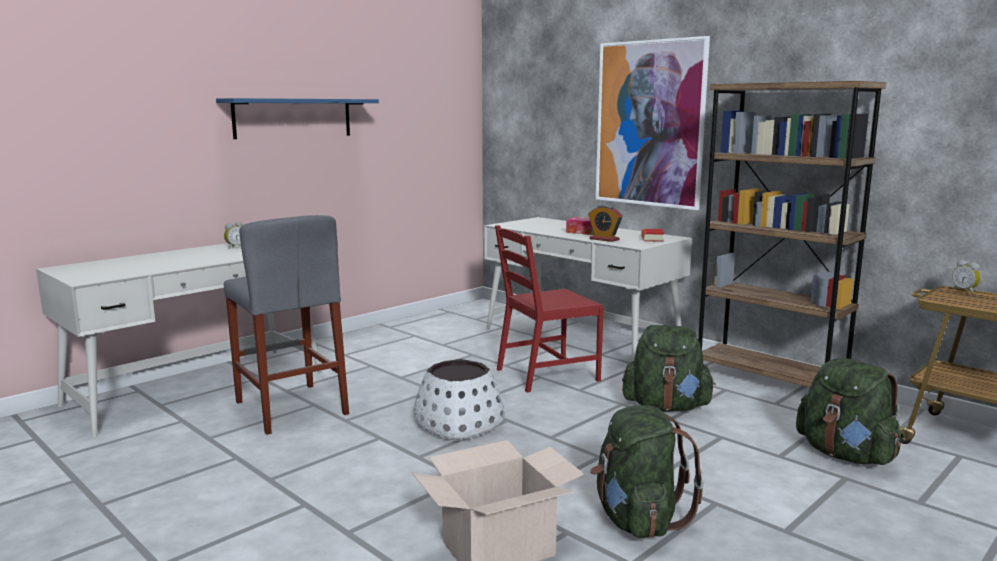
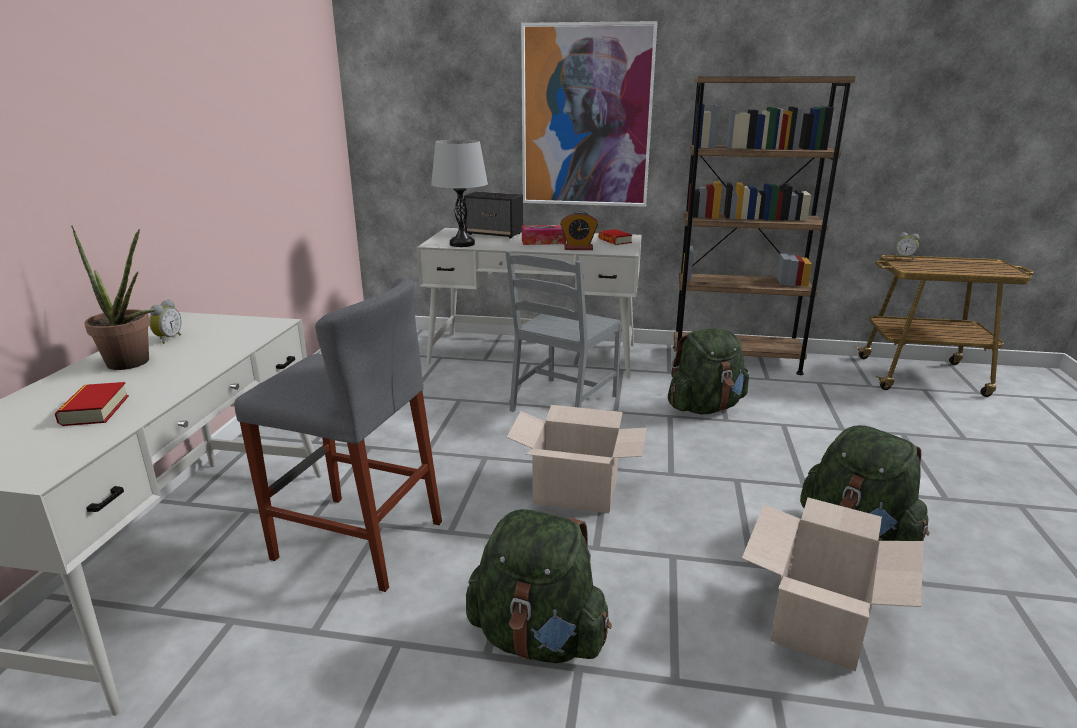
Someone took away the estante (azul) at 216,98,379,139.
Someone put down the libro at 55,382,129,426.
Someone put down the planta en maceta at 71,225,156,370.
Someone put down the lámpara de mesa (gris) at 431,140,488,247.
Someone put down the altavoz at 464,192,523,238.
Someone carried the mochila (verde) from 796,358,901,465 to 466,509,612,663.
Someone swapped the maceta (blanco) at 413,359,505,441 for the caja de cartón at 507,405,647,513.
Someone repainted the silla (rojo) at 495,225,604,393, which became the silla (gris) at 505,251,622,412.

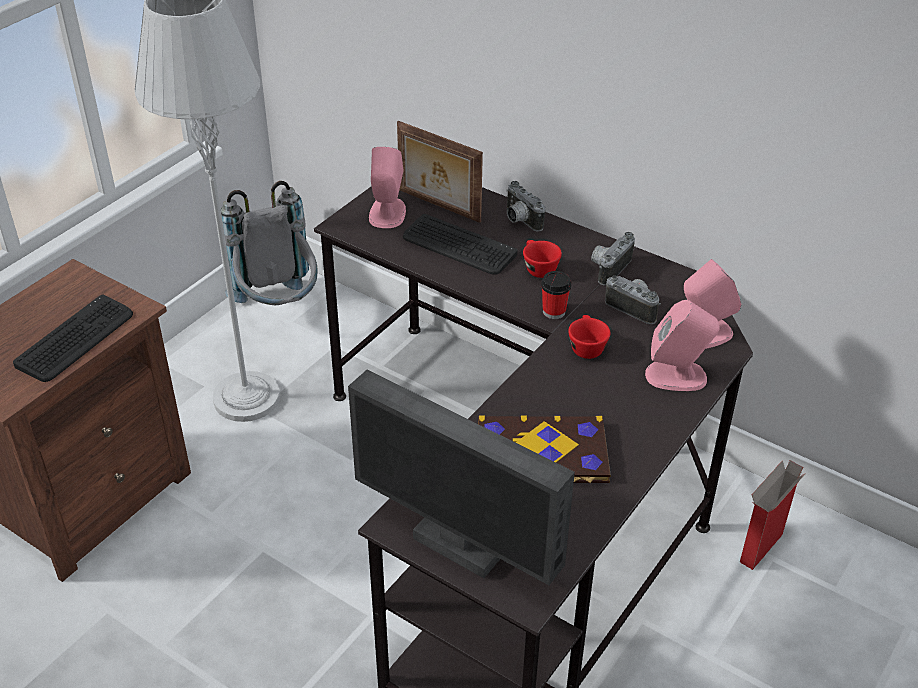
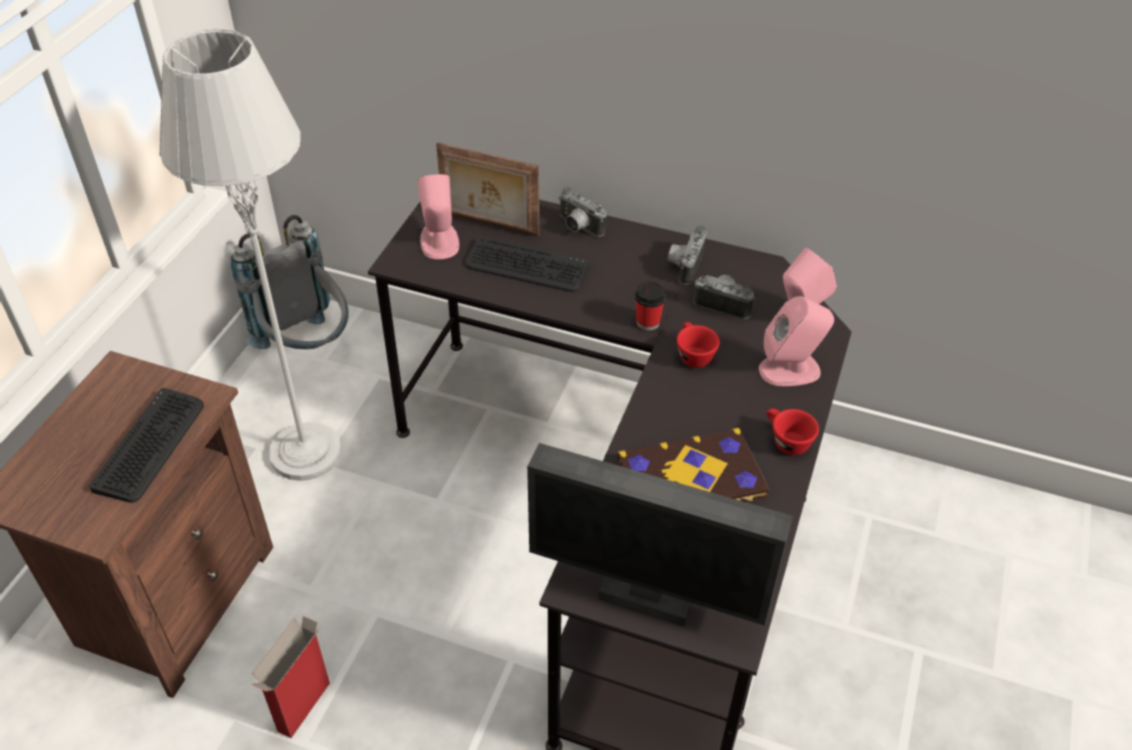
Someone carried the taza (rojo) from 523,240,562,278 to 766,408,819,455.
Someone carried the caja de cartón from 740,460,806,570 to 252,616,330,738.

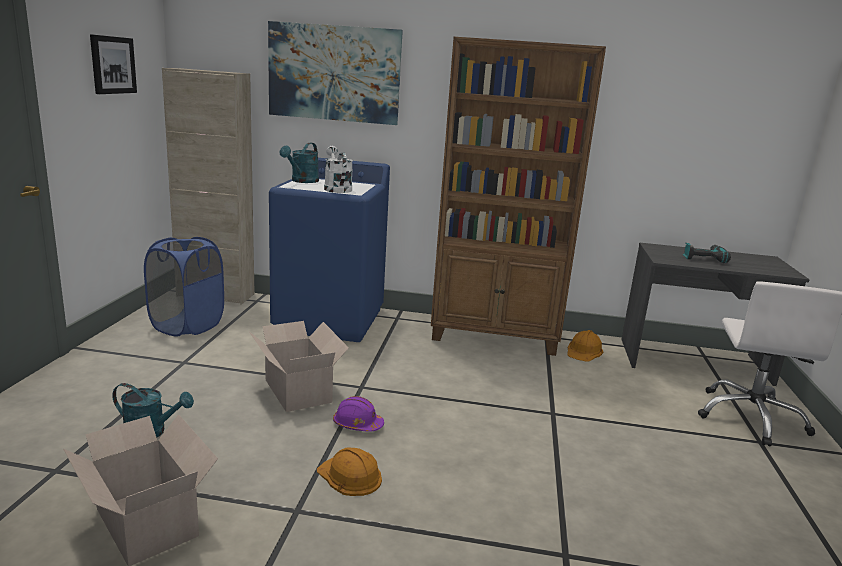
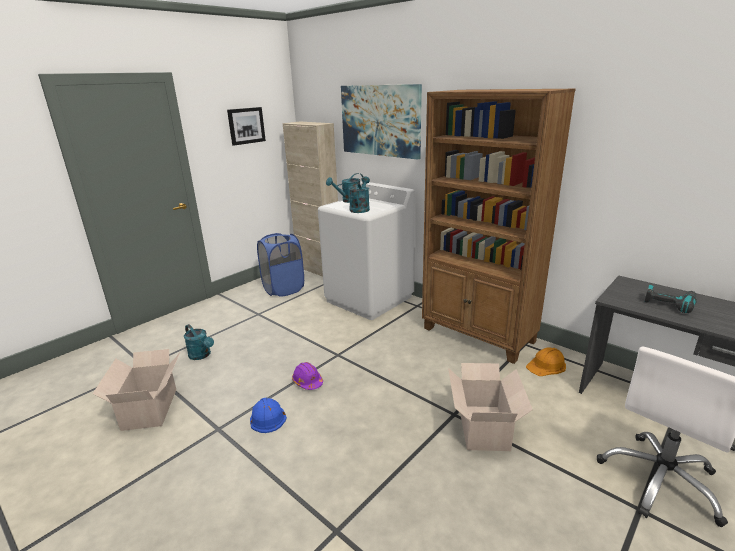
Someone carried the caja de cartón from 250,321,349,412 to 448,363,533,451.
Someone repainted the lavadora (azul) at 269,158,390,342, which became the lavadora (blanco) at 318,182,415,320.
Someone repainted the casco (naranja) at 317,447,382,496, which became the casco (azul) at 250,398,287,433.
Someone repainted the regadera (blanco) at 324,146,353,193, which became the regadera (turquesa) at 349,176,370,213.

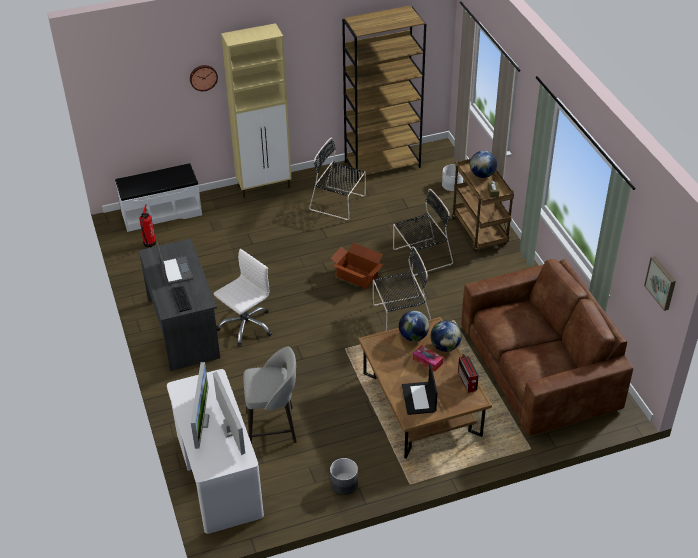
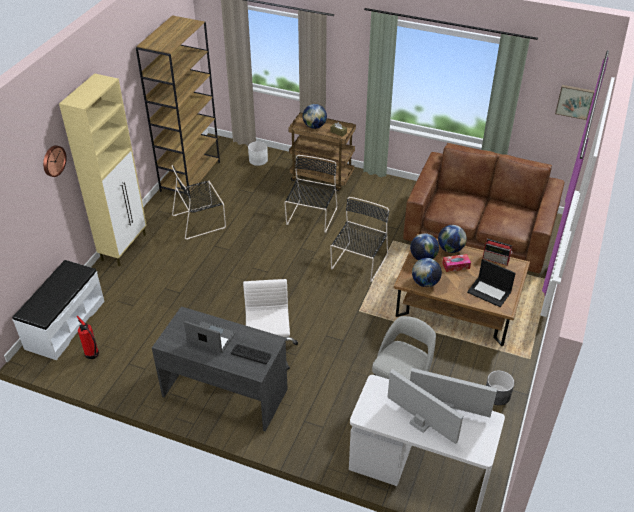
Someone took away the caja de cartón at 330,243,384,289.
Someone put down the globo terráqueo at 412,258,442,287.

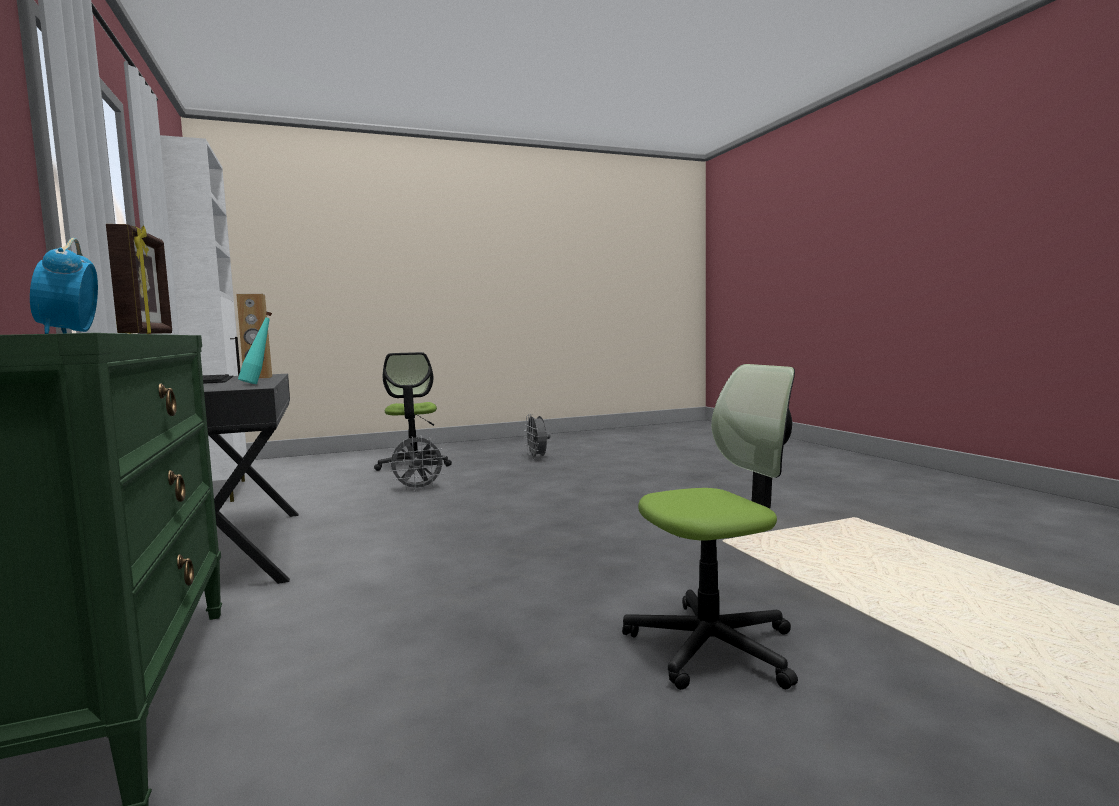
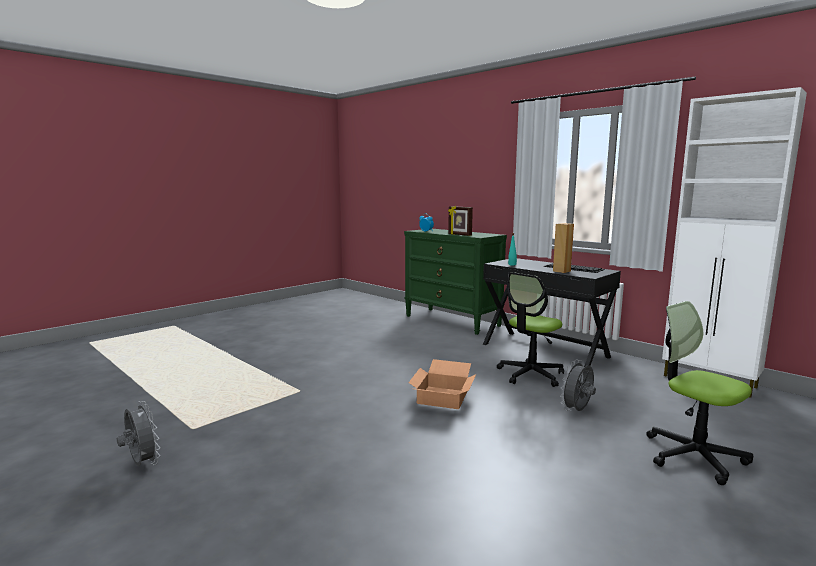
Someone put down the caja de cartón at 409,359,476,409.
Someone carried the ventilador (gris) from 524,414,550,460 to 117,401,160,466.
Someone carried the silla de oficina from 622,364,798,690 to 497,272,564,387.

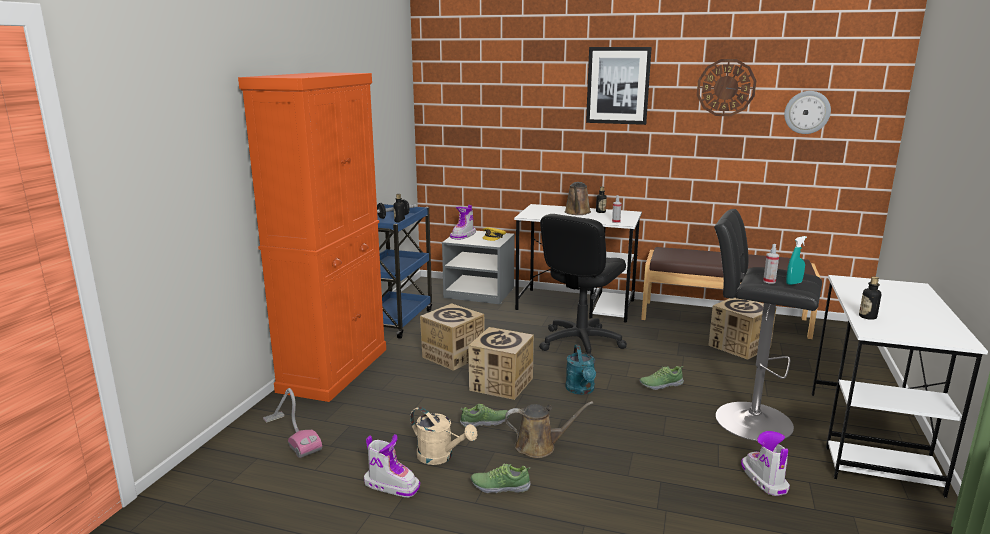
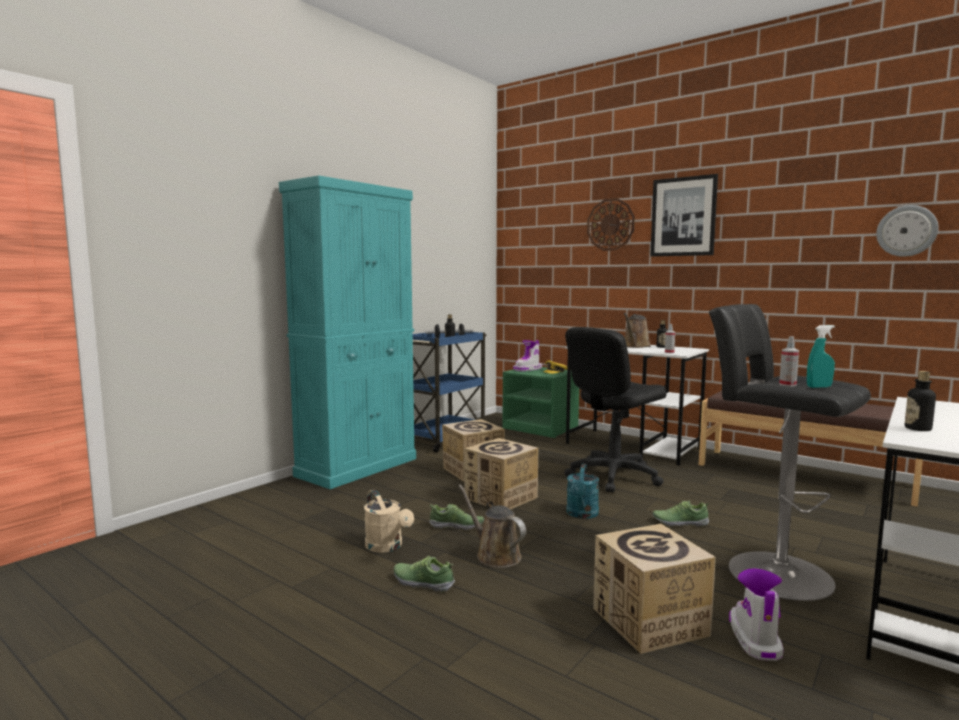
Someone took away the aspiradora at 263,388,322,458.
Someone took away the bota at 364,434,420,497.
Someone carried the reloj de pared from 697,59,756,116 to 587,198,635,251.
Someone carried the caja de cartón from 708,298,777,360 to 593,524,716,654.
Someone repainted the armario (naranja) at 238,72,386,402, which became the armario (turquesa) at 279,175,416,489.
Someone repainted the mesita de noche (gris) at 442,231,515,304, which became the mesita de noche (verde) at 502,367,579,438.
Someone rotated the regadera (marrón) at 505,401,593,458 by 150 degrees counterclockwise.

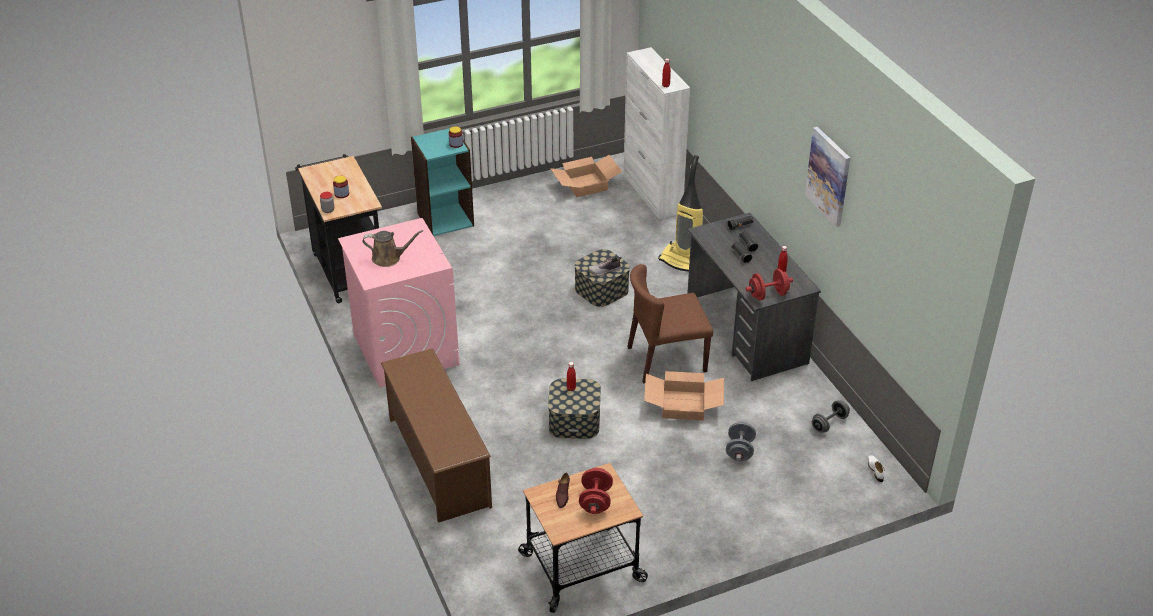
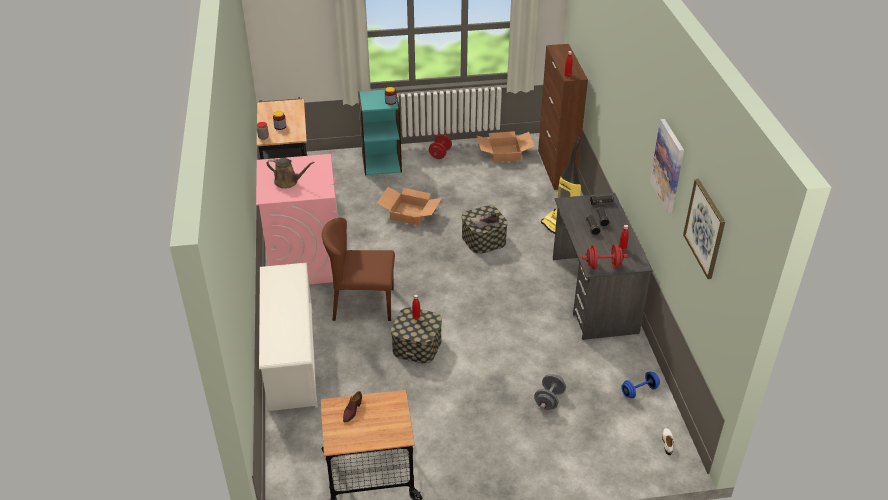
Someone put up the cuadro at 683,179,725,279.
Someone carried the mancuerna (rojo) from 579,468,613,514 to 429,134,452,159.
Someone carried the silla (marrón) from 628,264,713,384 to 322,218,395,321.
Someone carried the caja de cartón from 644,371,724,420 to 377,187,442,225.
Someone repainted the zapatero (marrón) at 381,348,492,523, which became the zapatero (blanco) at 259,263,318,411.
Someone repainted the armario (blanco) at 624,47,690,219, which became the armario (marrón) at 538,44,588,190.
Someone repainted the mancuerna (gris) at 812,400,850,433, which became the mancuerna (azul) at 621,372,660,398.

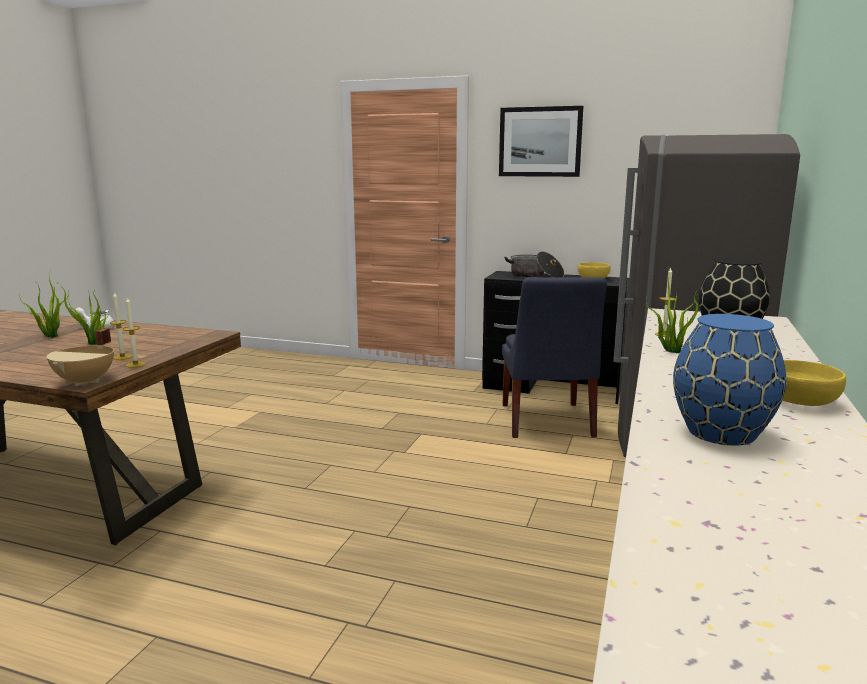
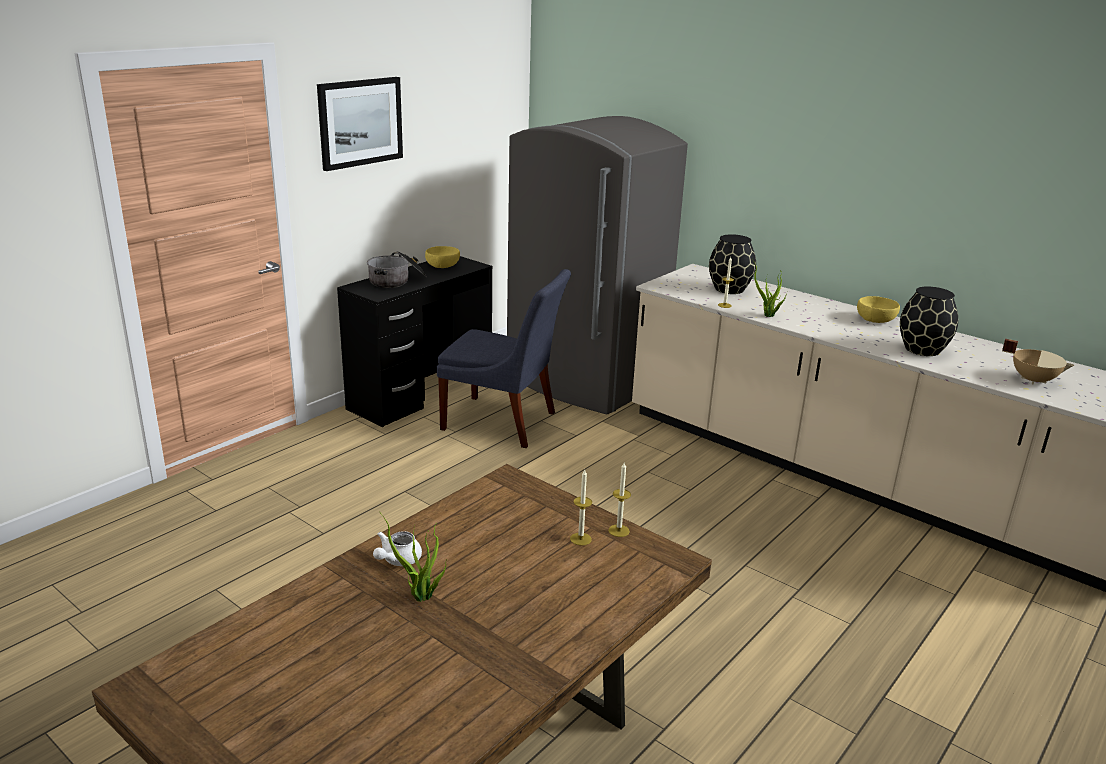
Someone took away the planta en maceta at 59,284,106,345.
Someone carried the olla (beis) from 47,328,114,386 to 1002,339,1074,384.
Someone repainted the florero (azul) at 673,314,786,446, which became the florero (negro) at 900,287,958,356.

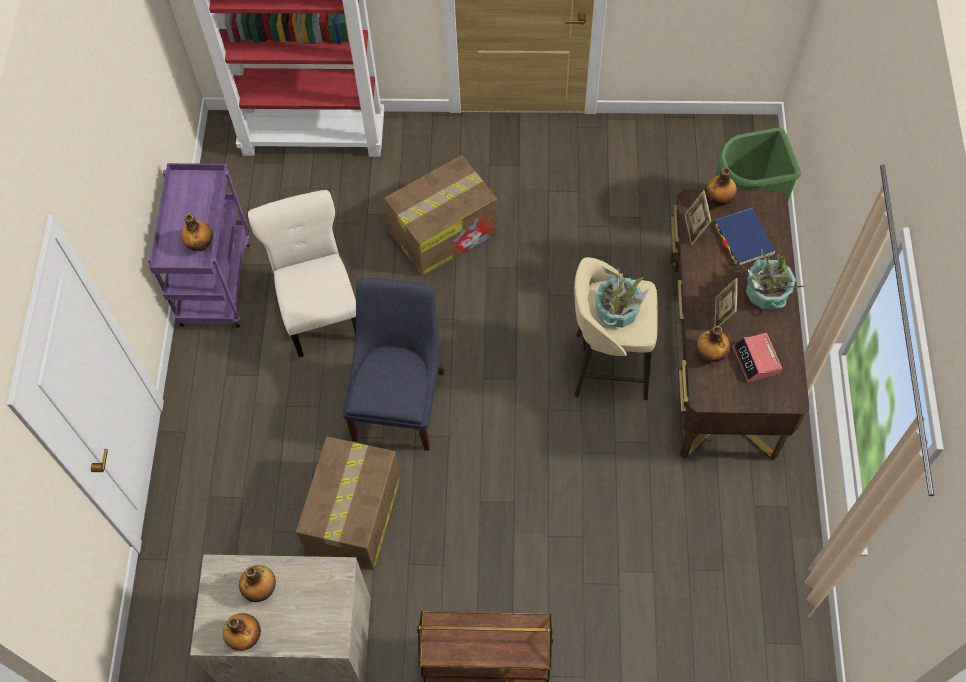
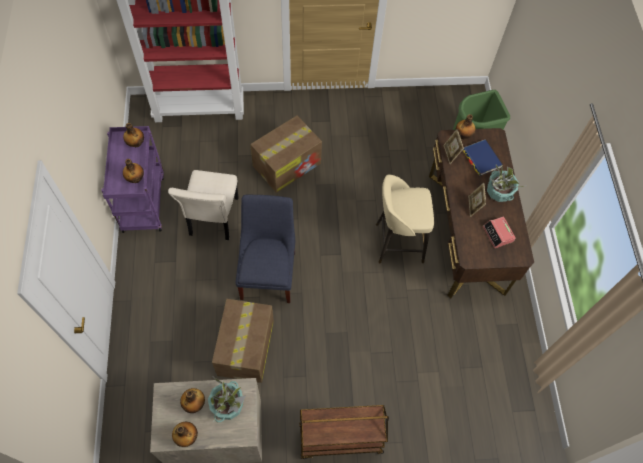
Someone carried the planta en maceta from 595,266,649,328 to 208,377,246,422.
Someone carried the botella from 696,326,731,362 to 123,123,144,147.
Someone rotated the silla (beis) at 248,190,356,357 by 150 degrees counterclockwise.

